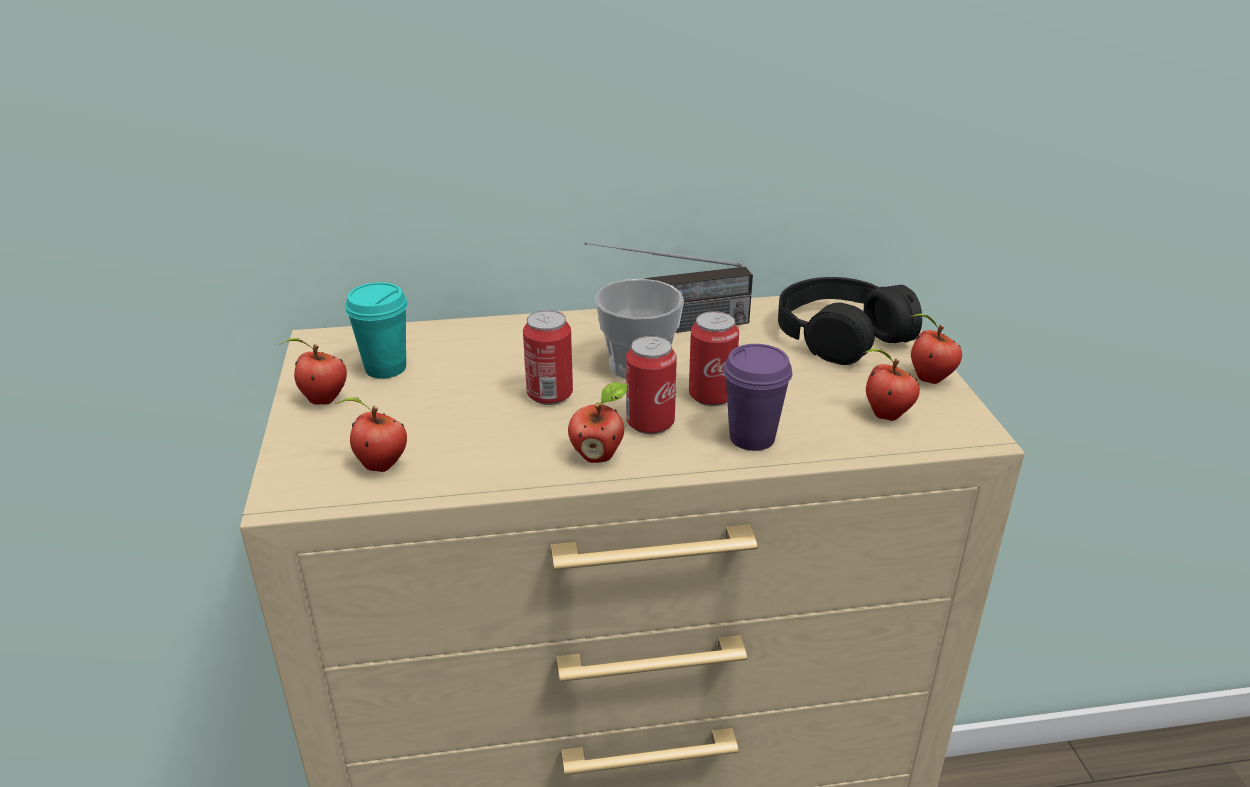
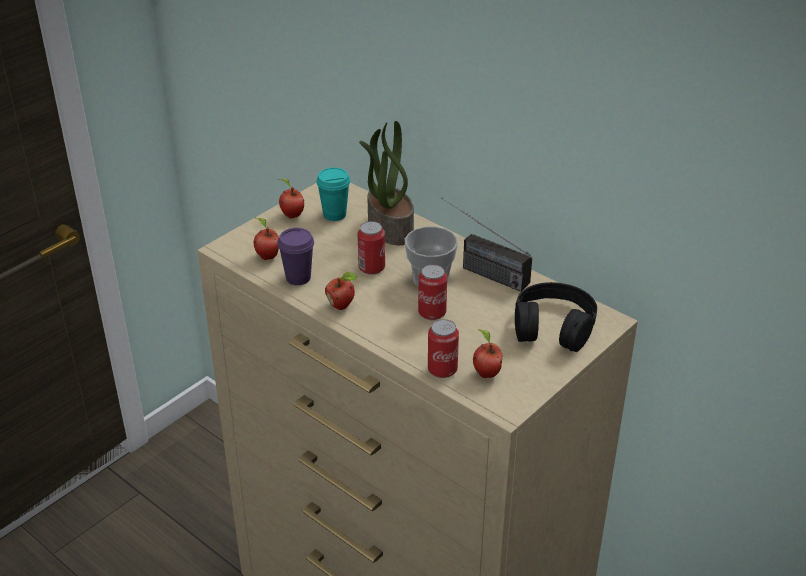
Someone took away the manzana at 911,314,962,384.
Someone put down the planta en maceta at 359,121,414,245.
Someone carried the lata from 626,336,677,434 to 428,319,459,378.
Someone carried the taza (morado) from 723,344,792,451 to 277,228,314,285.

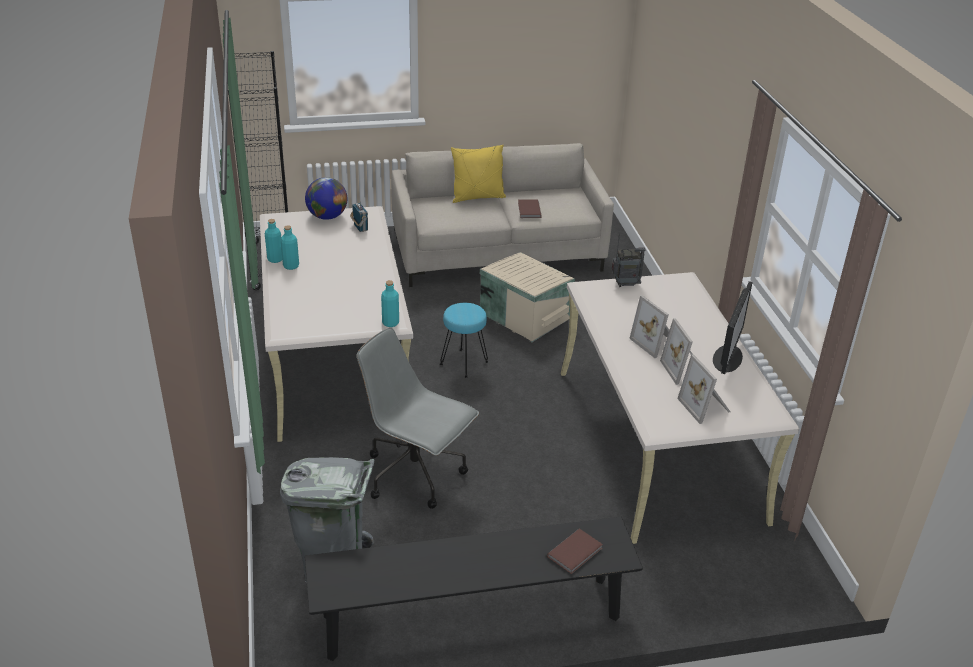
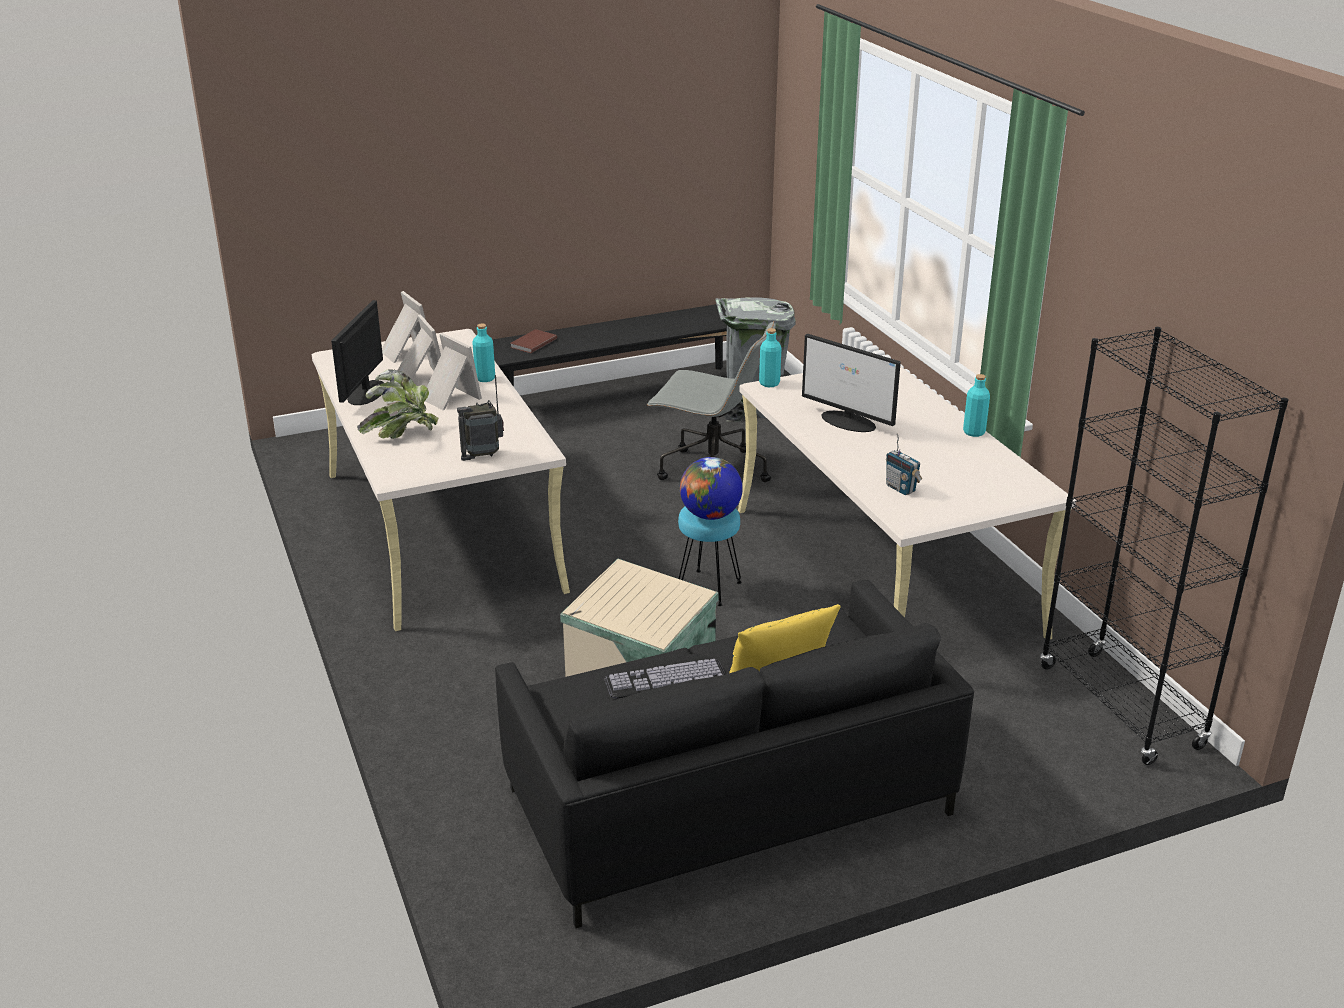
Someone put down the planta en maceta at 357,369,439,439.
Someone put down the monitor at 802,334,901,432.
Someone carried the botella (turquesa) from 281,225,299,270 to 472,323,495,382.
Someone carried the globo terráqueo from 305,177,347,220 to 680,457,743,520.
Someone swapped the libro (marrón) at 518,200,542,218 for the teclado at 605,653,725,699.
Someone repainted the sofá (beis) at 391,143,614,287, which became the sofá (negro) at 495,580,974,928.

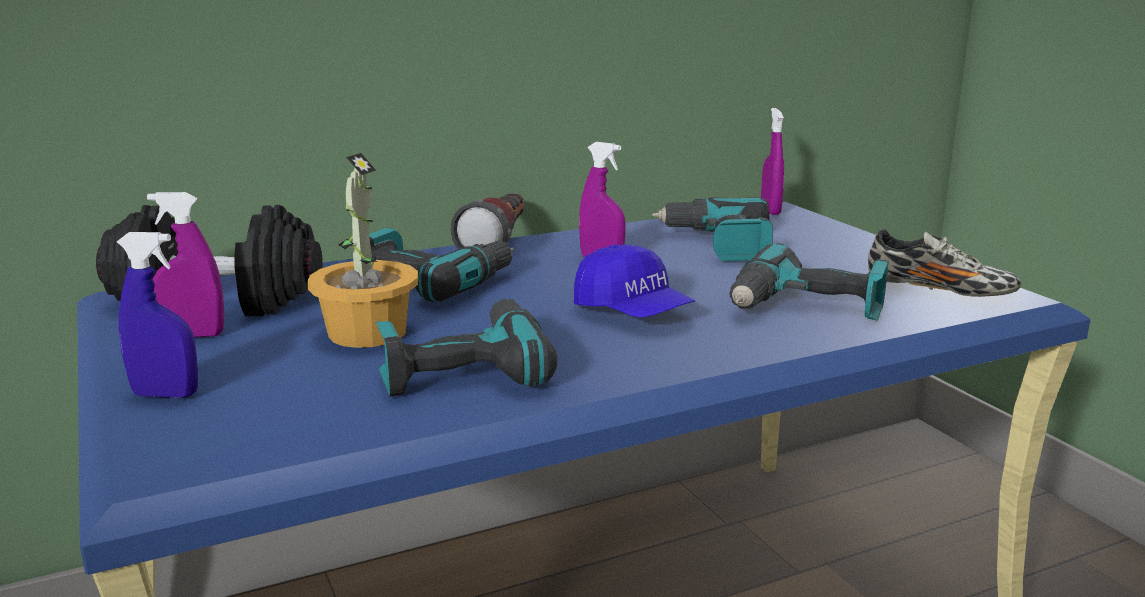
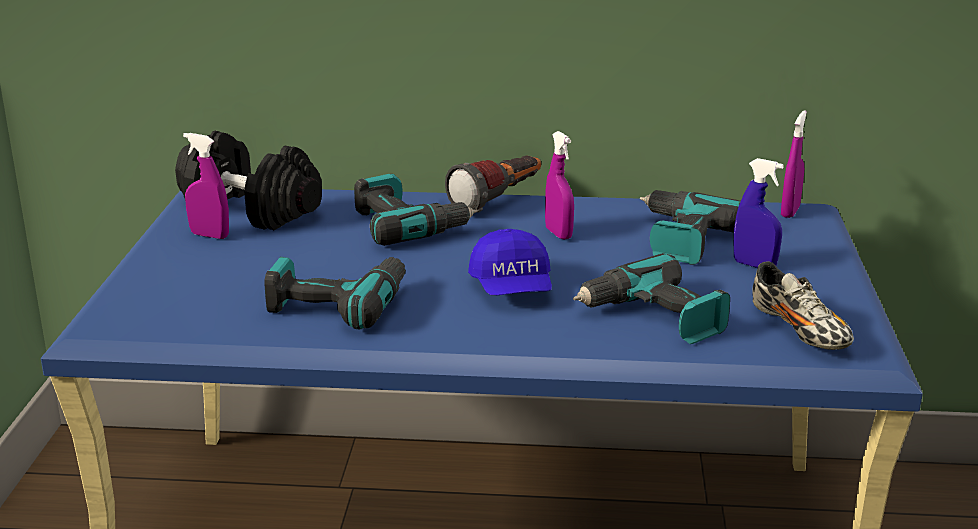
Someone took away the planta en maceta at 307,153,418,348.
Someone carried the pulverizador (azul) from 117,232,198,398 to 734,158,784,268.

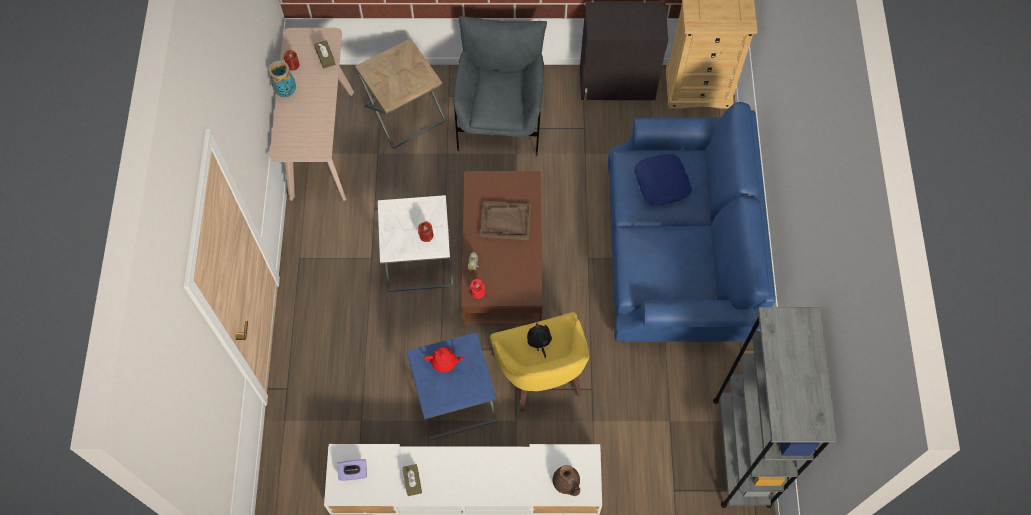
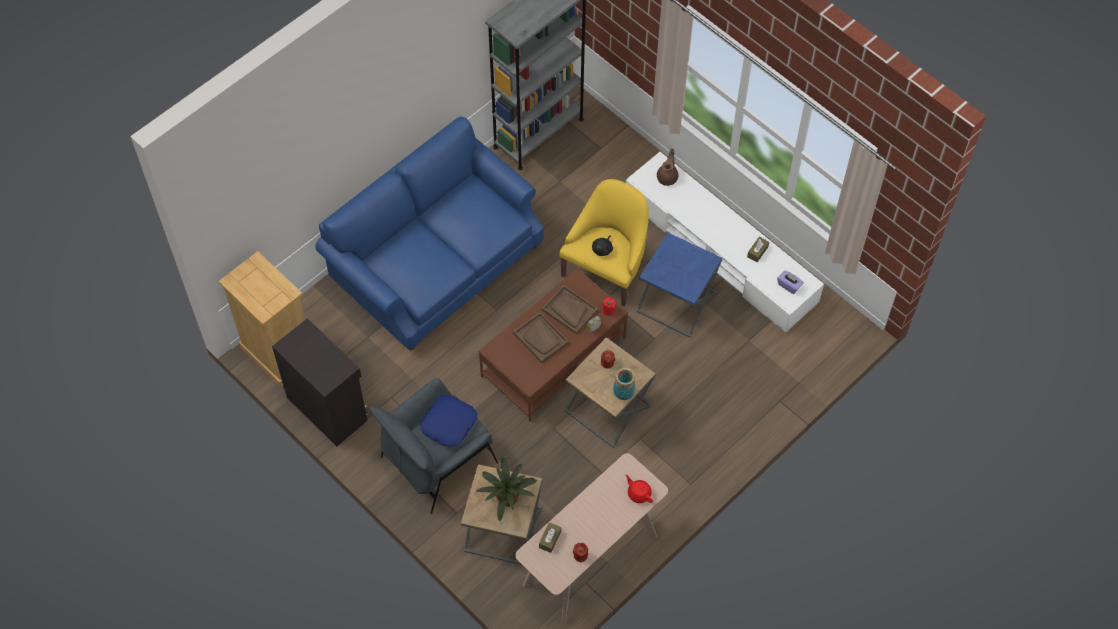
Someone put down the planta en maceta at 476,457,537,522.
Someone put down the bandeja (marrón) at 542,285,598,334.
Someone carried the florero from 269,61,296,97 to 613,368,636,400.
Someone carried the tetera (rojo) from 424,348,465,373 to 626,474,653,503.
Someone carried the cojín (azul) from 634,154,692,205 to 420,395,477,447.
Someone repainted the mesa auxiliar (blanco) at 378,195,454,292, which became the mesa auxiliar (marrón) at 565,337,656,447.

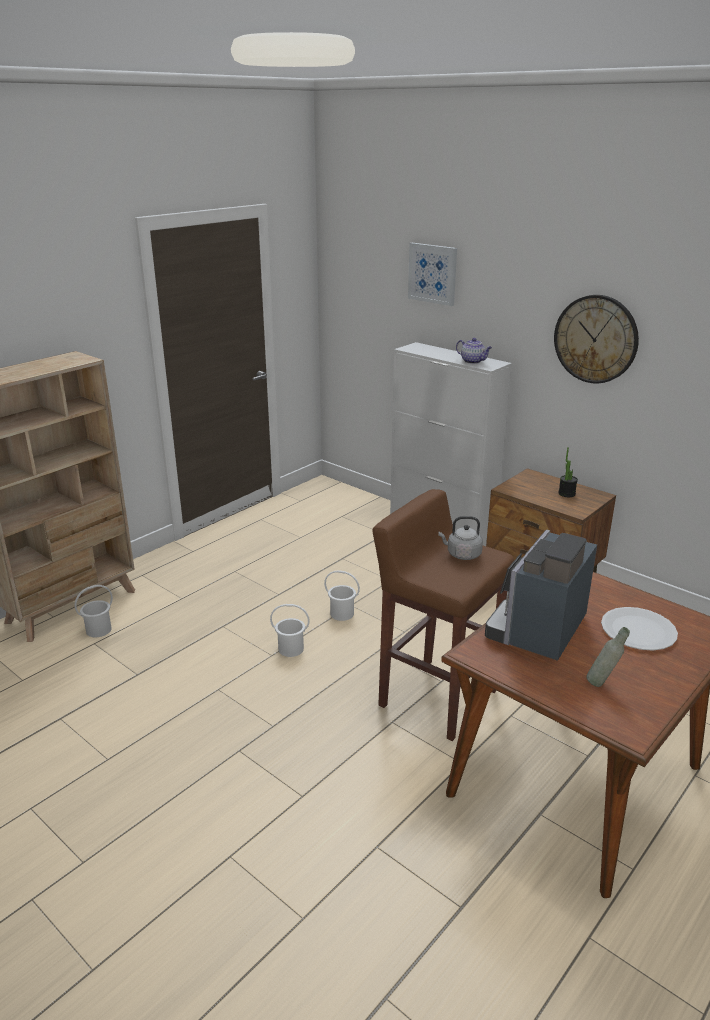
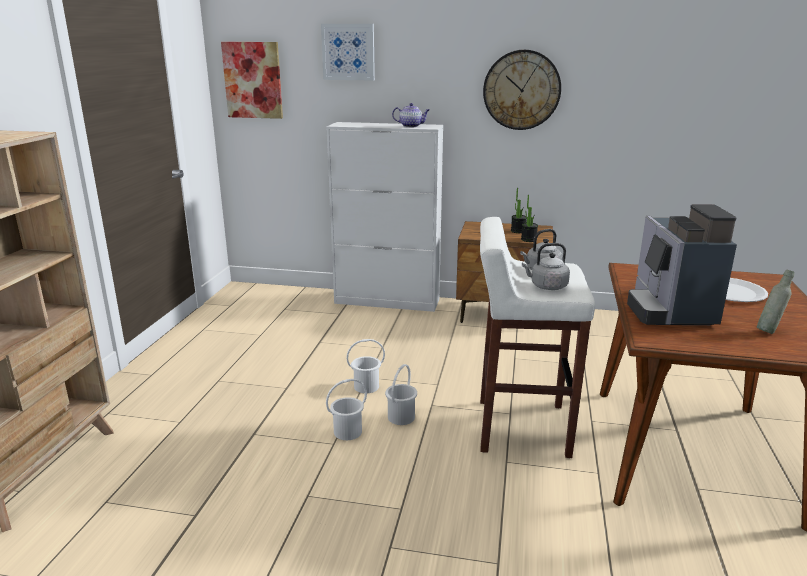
Someone put up the cuadro at 221,42,283,119.
Someone put down the planta en maceta at 521,195,538,242.
Someone put down the hervidor (gris) at 522,243,570,290.
Someone carried the cubo (blanco) from 74,585,113,637 to 385,364,417,425.
Someone repainted the taburete (marrón) at 372,489,514,741, which became the taburete (blanco) at 480,217,595,458.

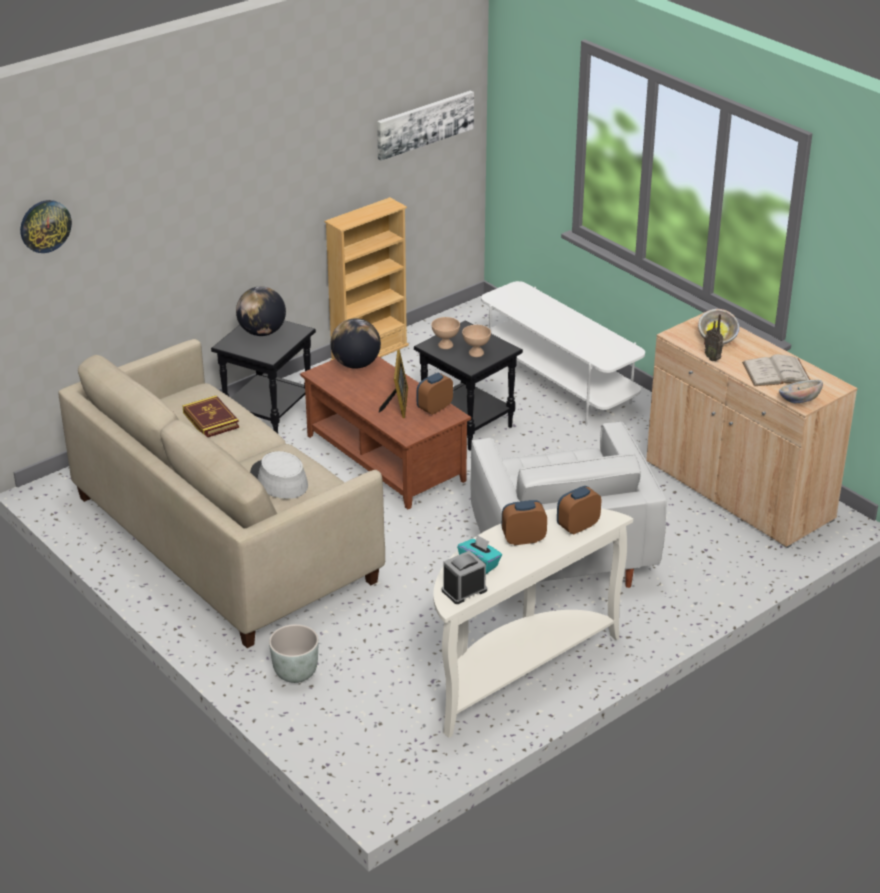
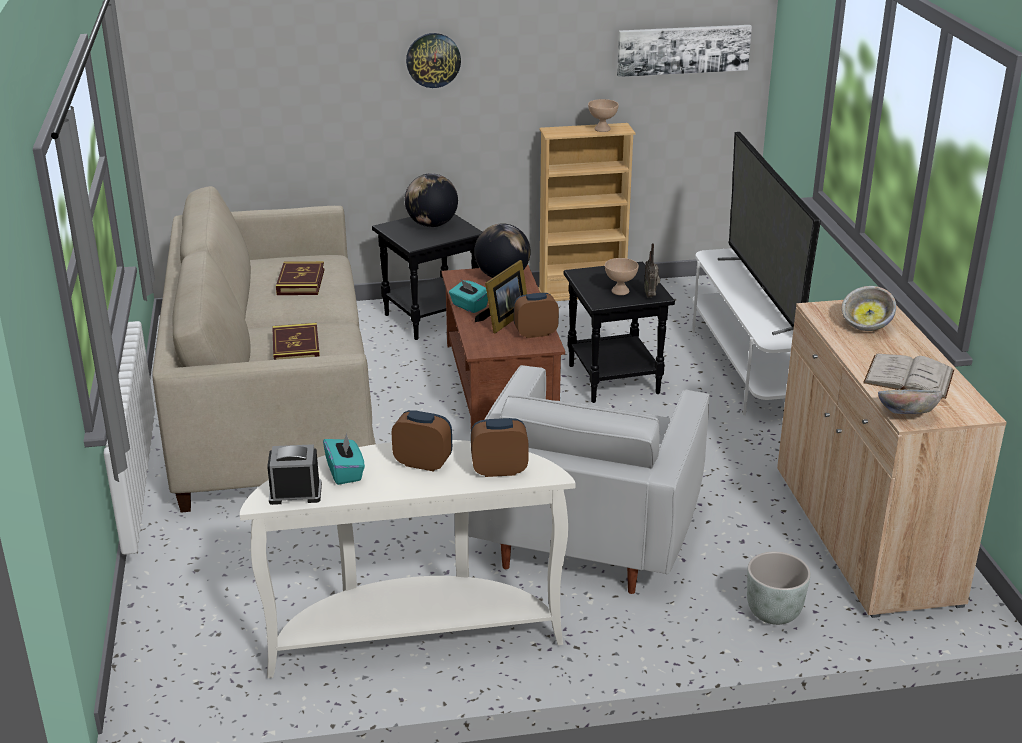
Someone put down the caja de pañuelos (turquesa) at 449,280,488,313.
Someone put down the televisor at 718,132,821,335.
Someone carried the reloj de pared from 20,200,72,253 to 406,33,461,88.
Someone carried the maceta (gris) from 269,624,319,683 to 747,552,811,625.
Someone carried the cuenco (beis) from 432,317,460,349 to 588,99,619,132.
Someone carried the radio from 704,314,724,361 to 644,243,660,297.
Someone swapped the sombrero (gris) at 250,451,308,499 for the libro at 272,323,320,360.

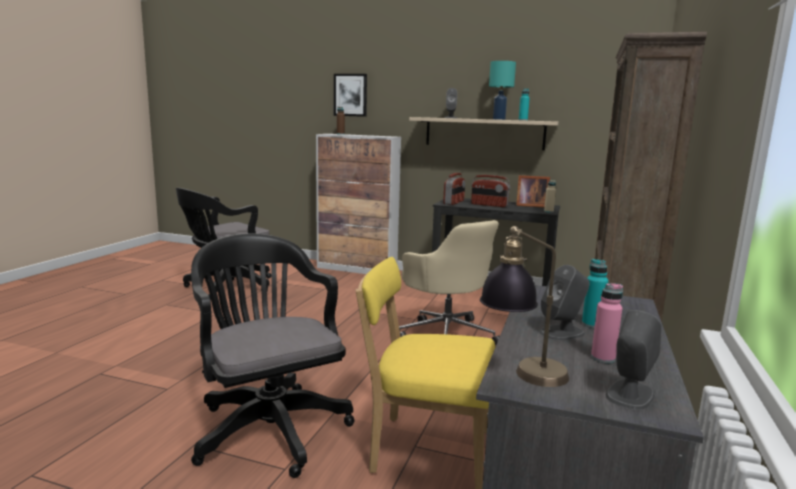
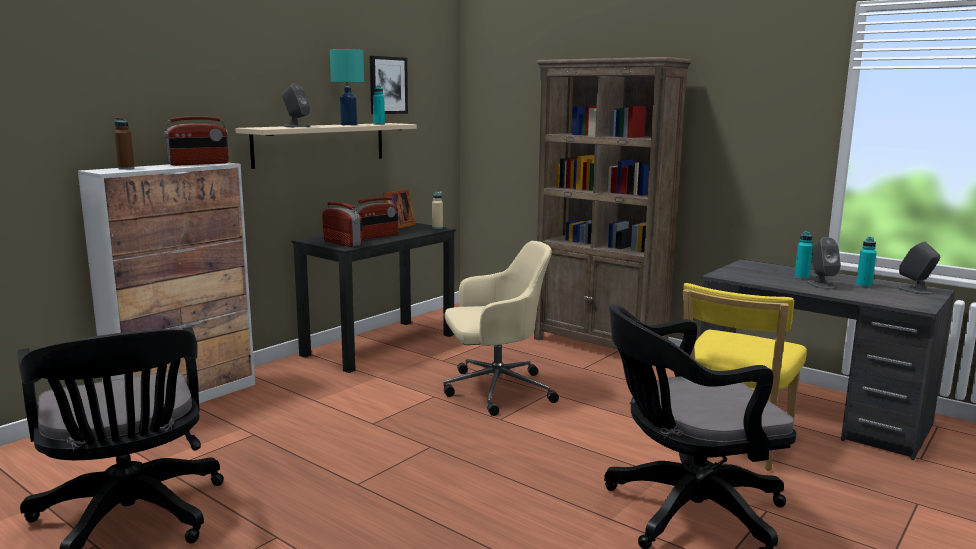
Someone took away the lámpara de mesa at 480,226,569,387.
Someone put down the radio at 164,116,229,166.
Someone carried the cuadro from 334,74,367,117 to 370,56,408,114.
Someone repainted the botella (rosa) at 591,283,623,363, which became the botella (turquesa) at 856,237,877,288.

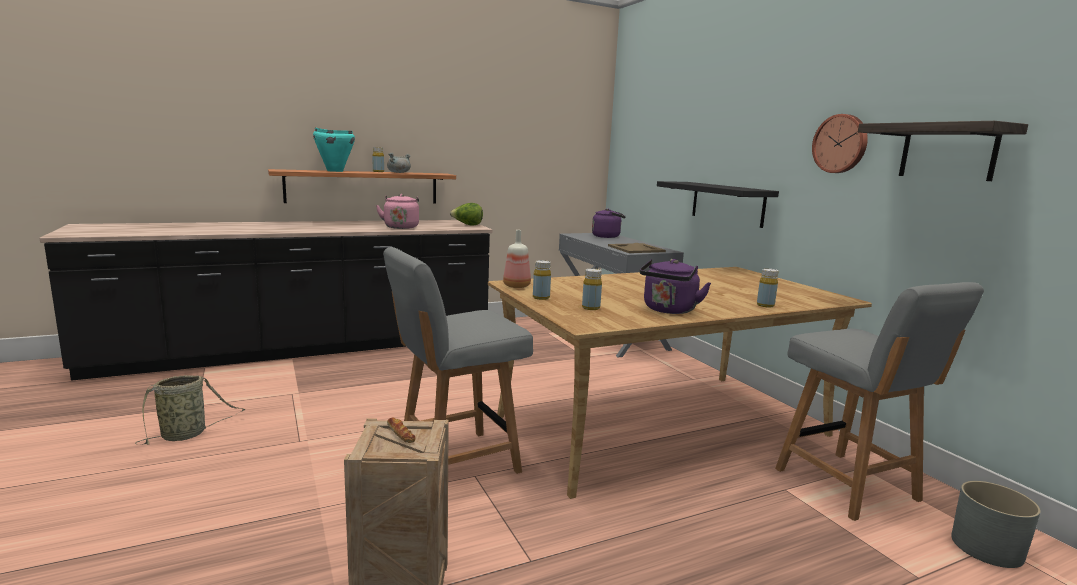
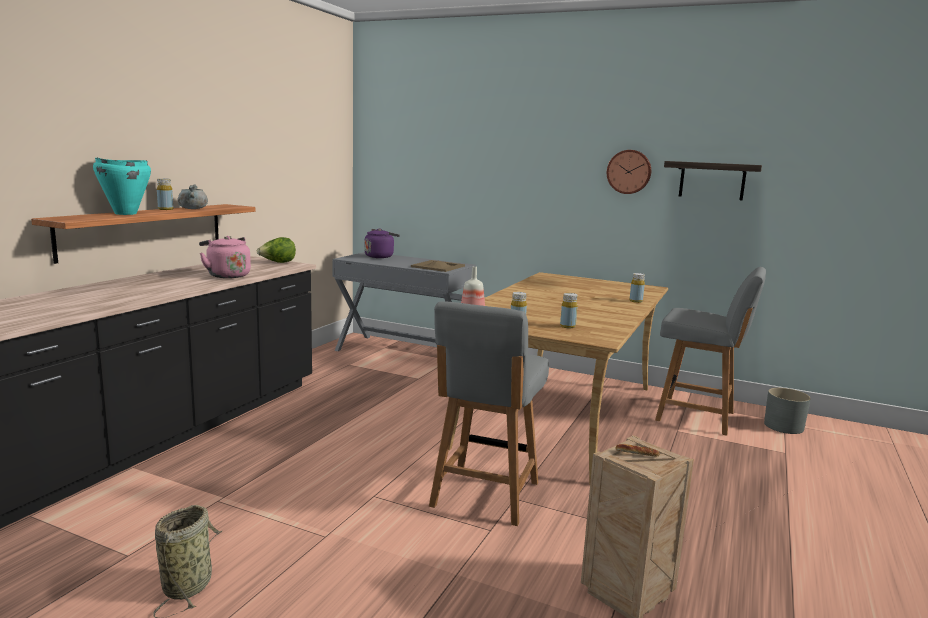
Someone took away the hervidor (morado) at 640,259,711,314.
Someone took away the estante (negro) at 657,181,779,228.

